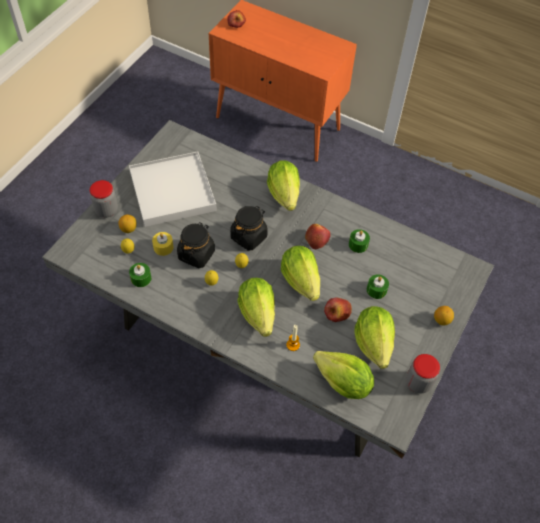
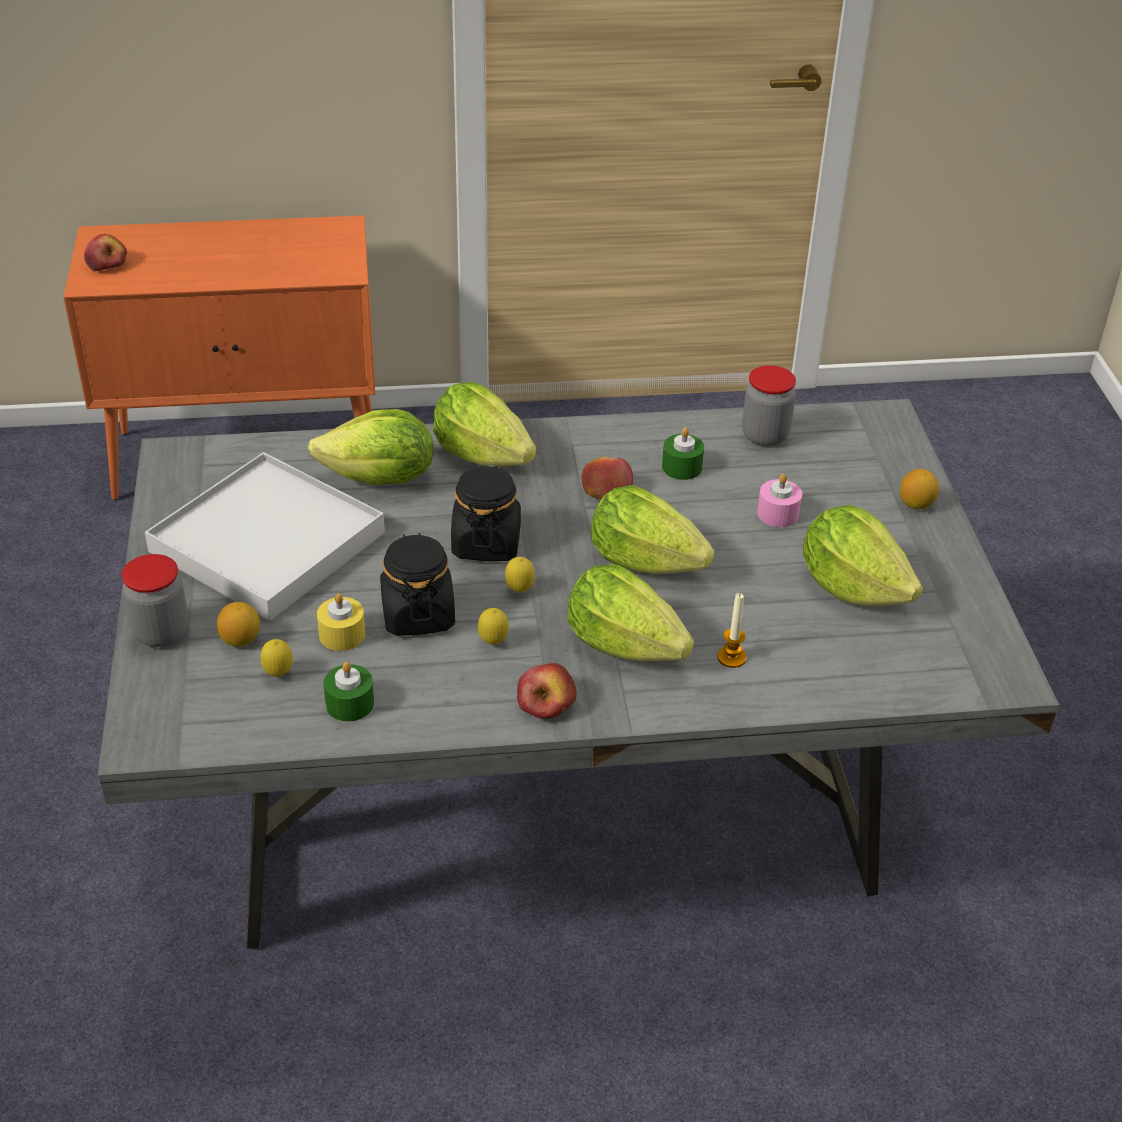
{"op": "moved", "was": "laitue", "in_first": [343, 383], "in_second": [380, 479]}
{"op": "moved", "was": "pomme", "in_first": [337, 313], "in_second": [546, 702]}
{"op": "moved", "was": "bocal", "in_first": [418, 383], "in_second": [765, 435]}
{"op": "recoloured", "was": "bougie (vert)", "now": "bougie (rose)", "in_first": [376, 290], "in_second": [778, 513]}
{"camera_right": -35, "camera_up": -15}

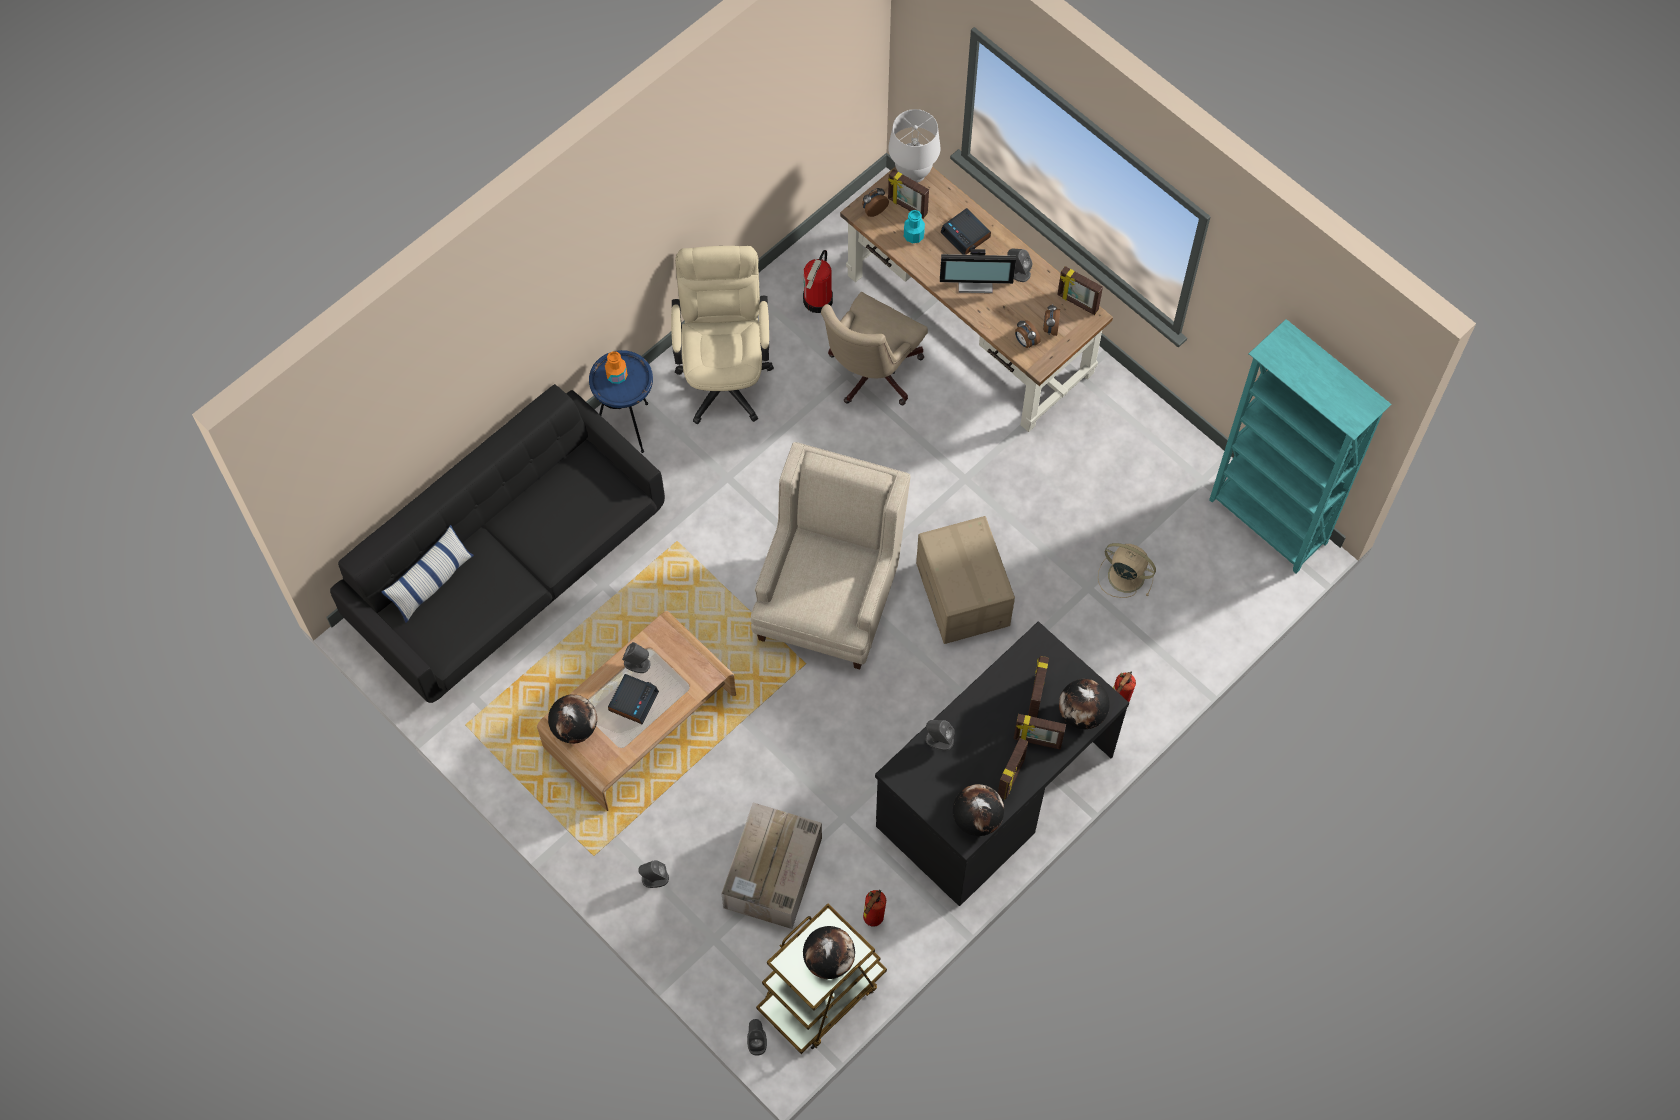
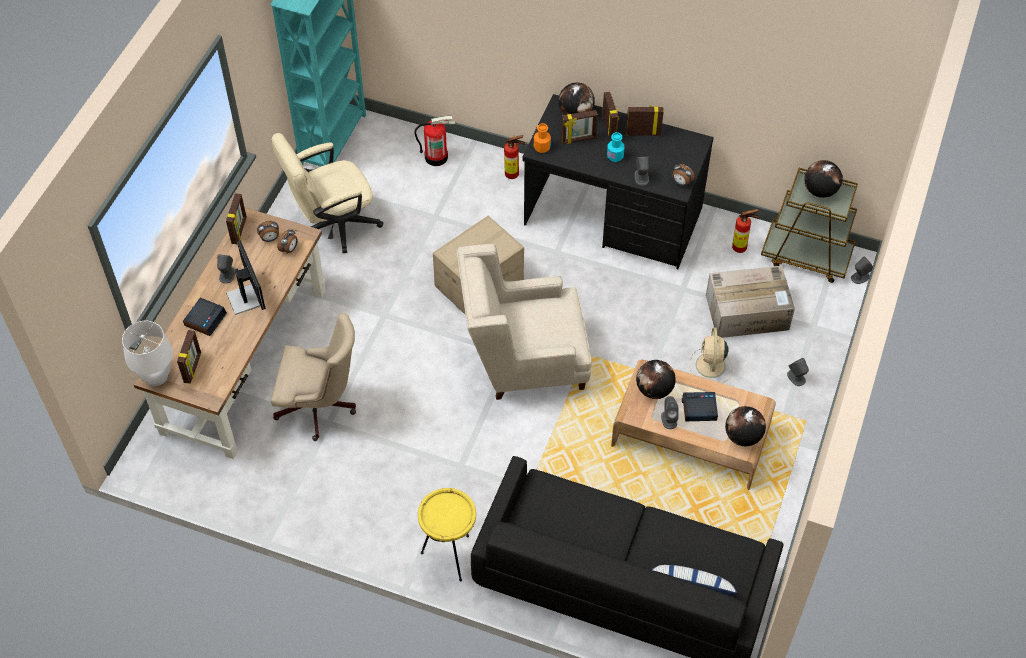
{"op": "moved", "was": "chaise de bureau (beige)", "in_first": [724, 373], "in_second": [333, 225]}
{"op": "moved", "was": "extincteur", "in_first": [818, 300], "in_second": [436, 157]}
{"op": "recoloured", "was": "table d'appoint (bleu)", "now": "table d'appoint (jaune)", "in_first": [629, 426], "in_second": [449, 556]}
{"op": "moved", "was": "bouteille (orange)", "in_first": [617, 375], "in_second": [542, 147]}
{"op": "moved", "was": "bouteille (turquoise)", "in_first": [913, 235], "in_second": [615, 156]}
{"op": "moved", "was": "globe", "in_first": [976, 818], "in_second": [654, 390]}
{"op": "moved", "was": "réveil", "in_first": [874, 210], "in_second": [681, 183]}
{"op": "moved", "was": "ventilateur (beige)", "in_first": [1124, 575], "in_second": [710, 366]}
{"camera_right": -115, "camera_up": -10}

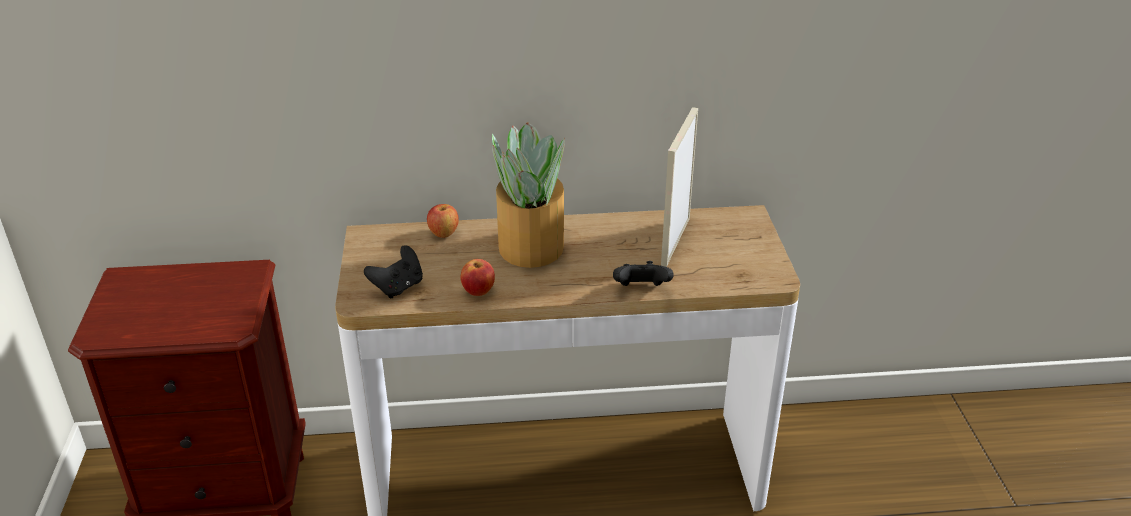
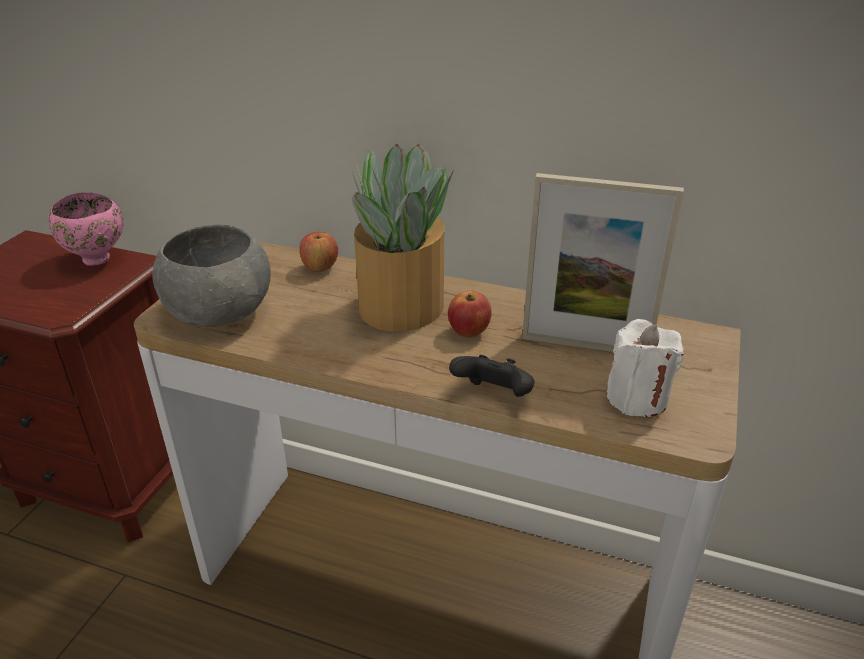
{"op": "added", "now": "bol (rose)", "in_second": [97, 260]}
{"op": "replaced", "was": "manette (noir)", "now": "bol (gris)", "in_first": [398, 287], "in_second": [219, 313]}
{"op": "moved", "was": "pomme", "in_first": [478, 291], "in_second": [469, 332]}
{"op": "turned", "was": "cadre photo", "in_first": [675, 241], "in_second": [585, 345], "clockwise": -120}
{"op": "added", "now": "bougie (blanc)", "in_second": [637, 398]}
{"camera_right": 25, "camera_up": 0}

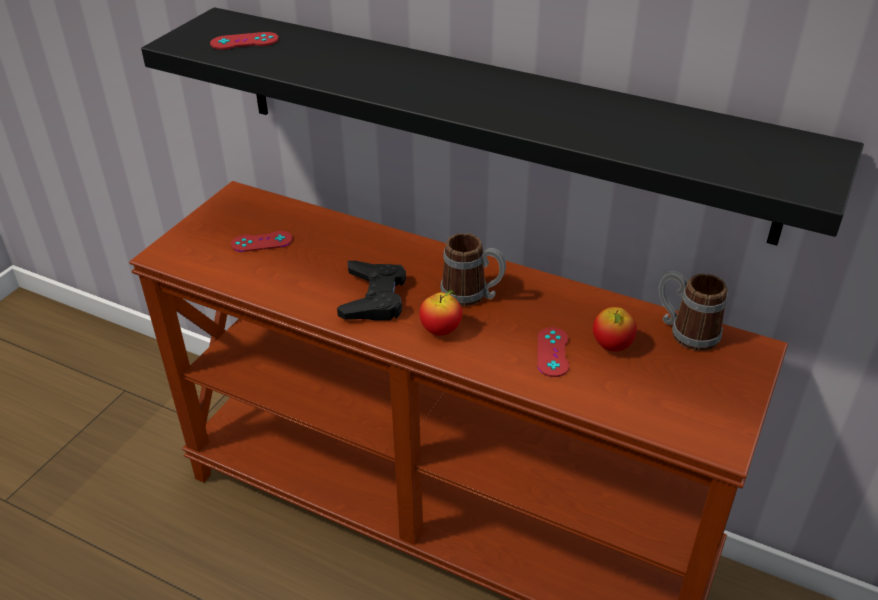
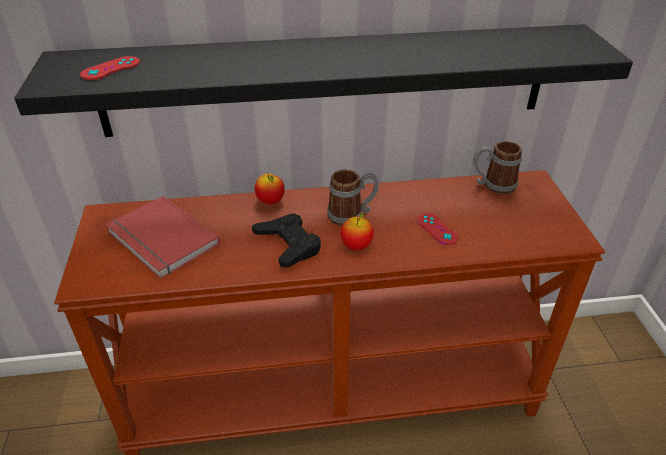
{"op": "replaced", "was": "manette (rouge)", "now": "livre (rouge)", "in_first": [261, 242], "in_second": [160, 240]}
{"op": "moved", "was": "pomme", "in_first": [612, 346], "in_second": [270, 201]}
{"camera_right": -35, "camera_up": 0}

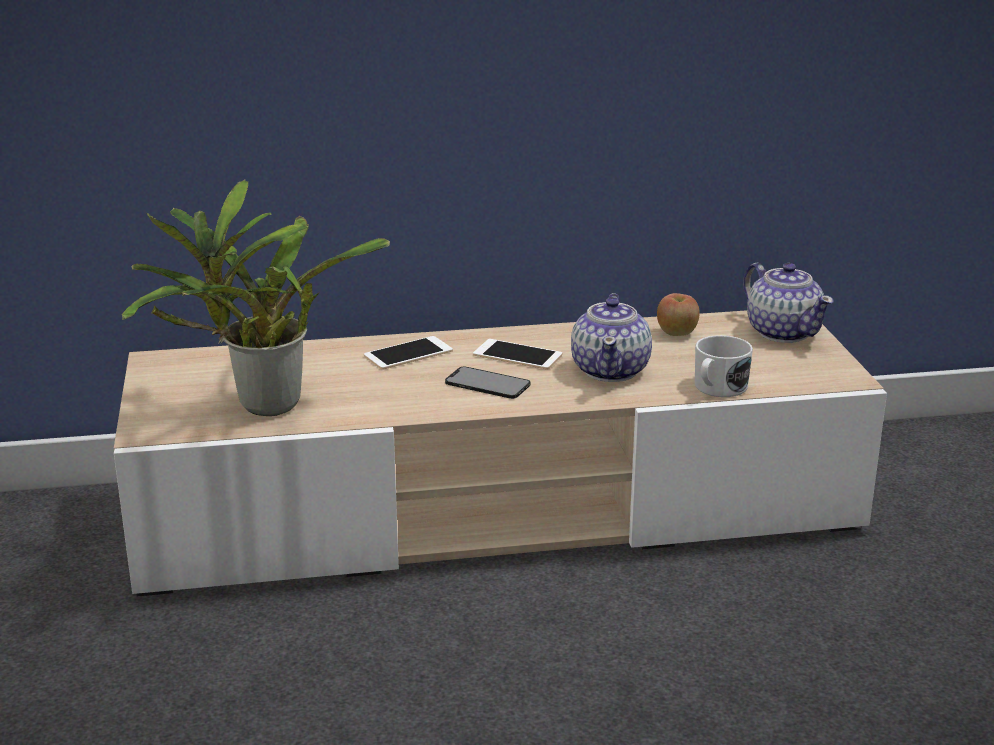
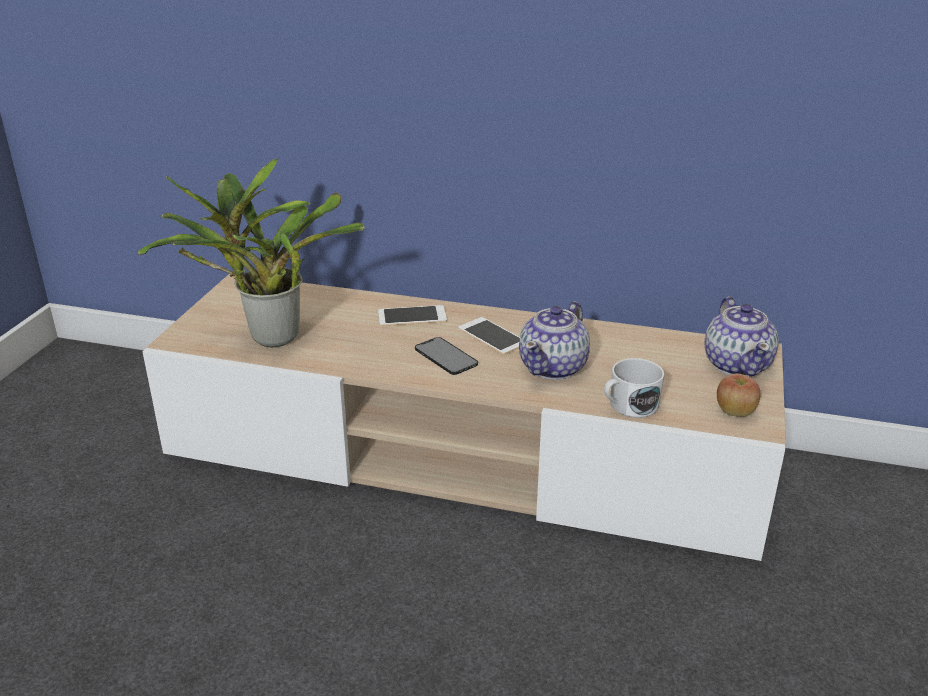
{"op": "moved", "was": "pomme", "in_first": [677, 333], "in_second": [735, 413]}
{"camera_right": 25, "camera_up": 5}

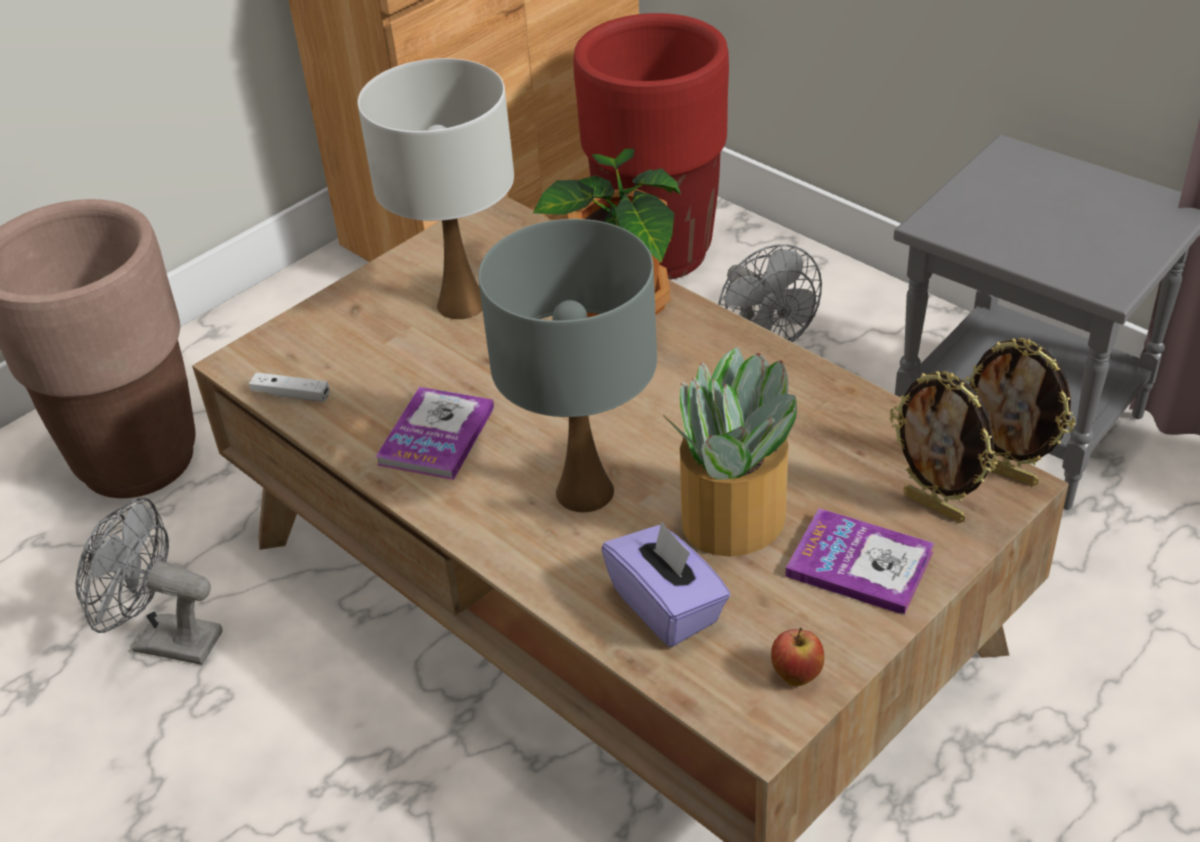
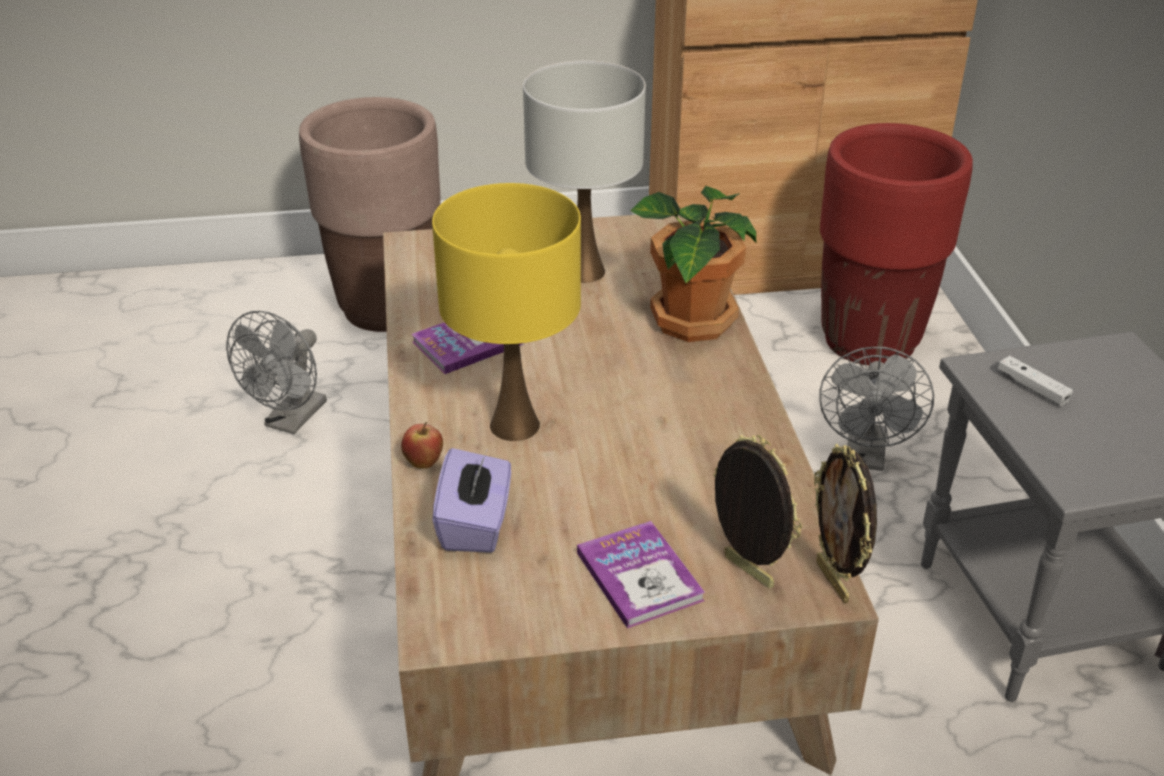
{"op": "turned", "was": "ventilateur (gris)", "in_first": [165, 641], "in_second": [291, 421], "clockwise": -120}
{"op": "moved", "was": "pomme", "in_first": [796, 676], "in_second": [424, 463]}
{"op": "recoloured", "was": "lampe de table (gris)", "now": "lampe de table (jaune)", "in_first": [584, 492], "in_second": [513, 425]}
{"op": "turned", "was": "cadre photo", "in_first": [935, 507], "in_second": [746, 572], "clockwise": 150}
{"op": "moved", "was": "manette (blanc)", "in_first": [291, 394], "in_second": [1032, 388]}
{"op": "removed", "was": "plante en pot", "in_first": [730, 520]}
{"camera_right": 35, "camera_up": -5}

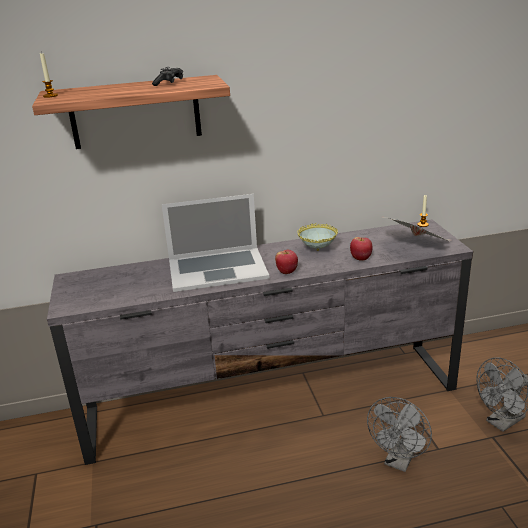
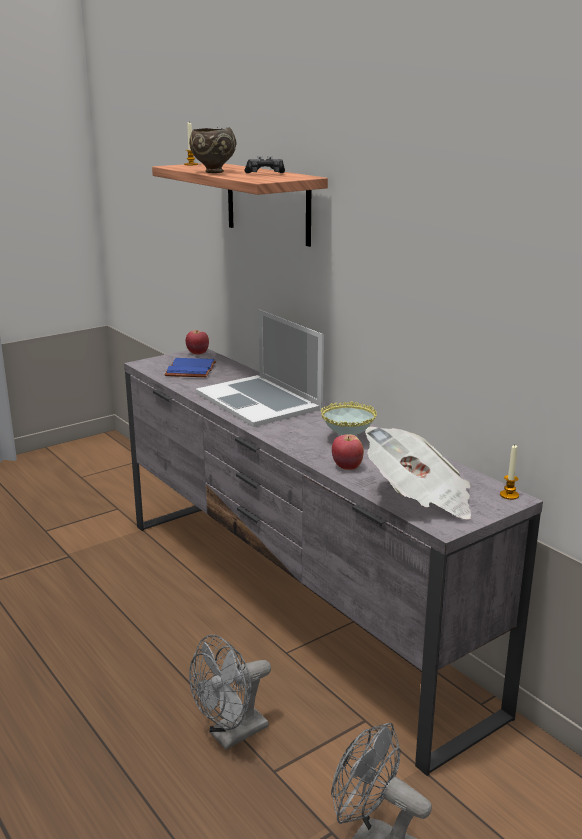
{"op": "added", "now": "livre (bleu)", "in_second": [189, 370]}
{"op": "moved", "was": "pomme", "in_first": [287, 272], "in_second": [197, 353]}
{"op": "added", "now": "bol (marron)", "in_second": [213, 172]}
{"op": "turned", "was": "ventilateur (gris)", "in_first": [399, 461], "in_second": [231, 735], "clockwise": -45}
{"camera_right": 65, "camera_up": -5}

